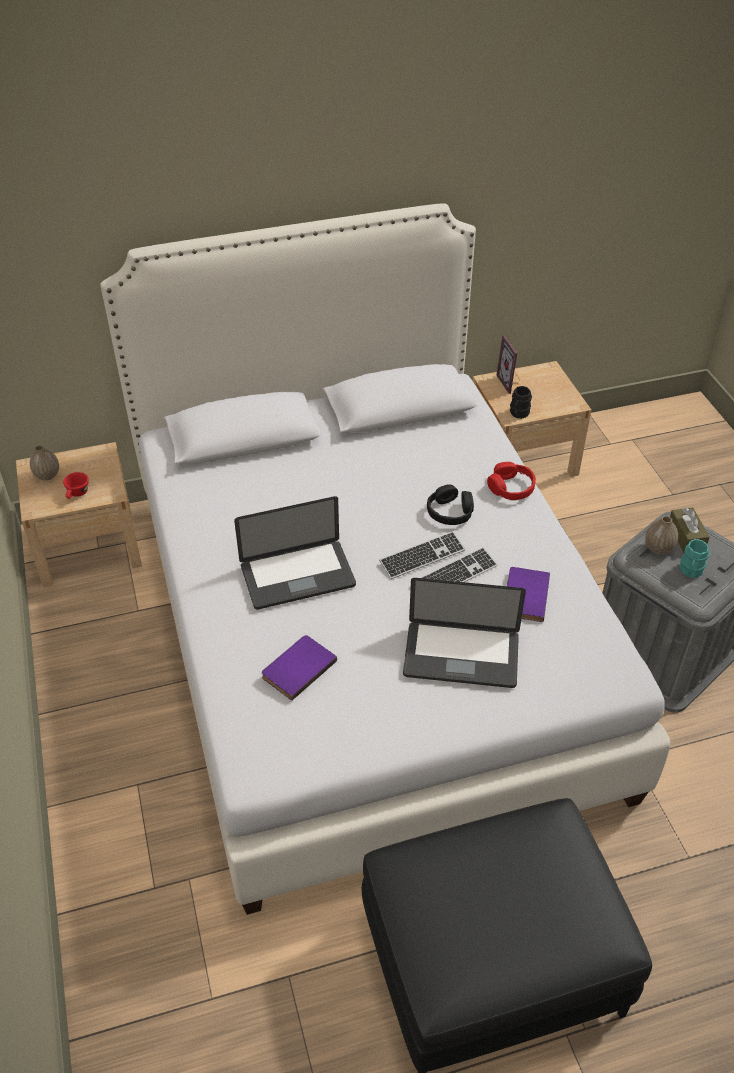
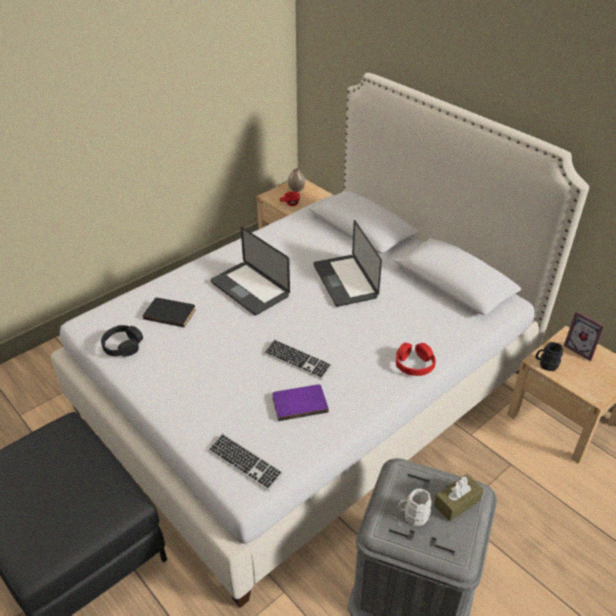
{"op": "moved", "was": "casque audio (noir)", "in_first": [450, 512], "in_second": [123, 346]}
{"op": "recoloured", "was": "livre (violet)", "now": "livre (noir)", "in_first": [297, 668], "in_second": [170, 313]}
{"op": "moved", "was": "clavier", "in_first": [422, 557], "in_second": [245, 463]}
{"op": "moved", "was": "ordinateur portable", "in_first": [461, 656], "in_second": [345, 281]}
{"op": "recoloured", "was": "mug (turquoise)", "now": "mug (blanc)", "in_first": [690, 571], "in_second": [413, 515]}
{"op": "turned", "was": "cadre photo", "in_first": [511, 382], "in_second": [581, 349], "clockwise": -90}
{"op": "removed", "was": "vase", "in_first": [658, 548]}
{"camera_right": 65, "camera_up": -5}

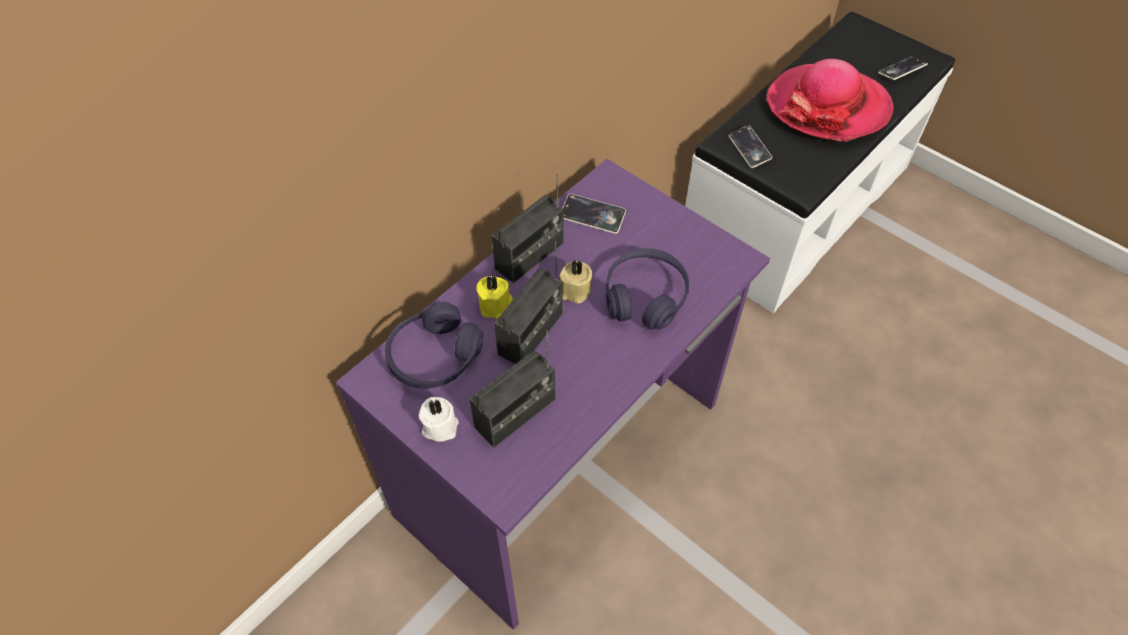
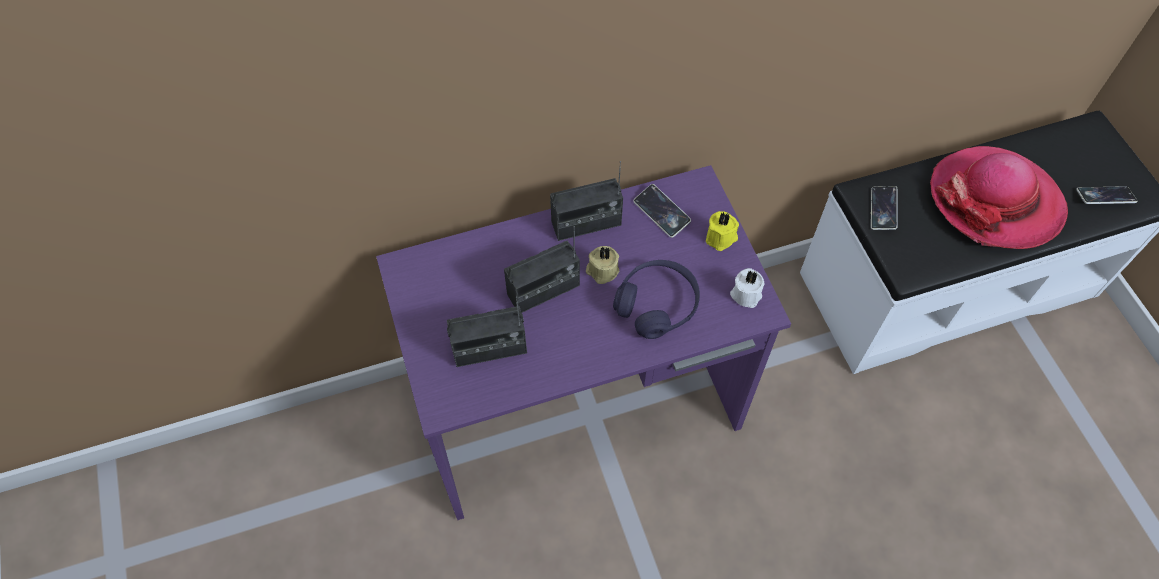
{"op": "moved", "was": "bougie (jaune)", "in_first": [496, 305], "in_second": [721, 238]}
{"op": "moved", "was": "bougie (blanc)", "in_first": [439, 425], "in_second": [746, 293]}
{"op": "removed", "was": "casque audio (violet)", "in_first": [434, 357]}
{"camera_right": 30, "camera_up": 5}

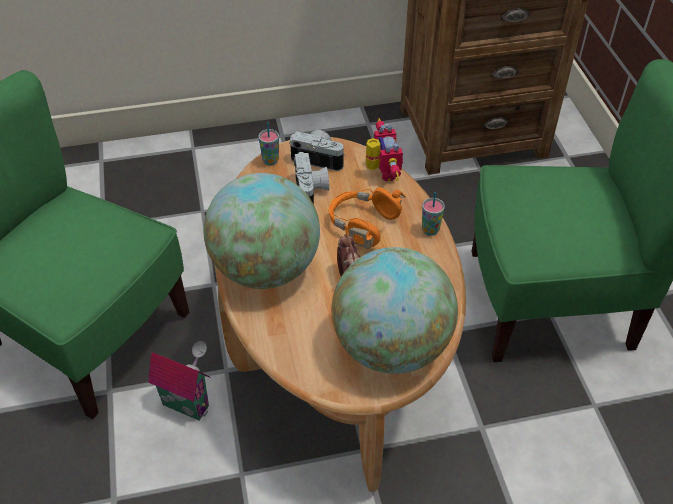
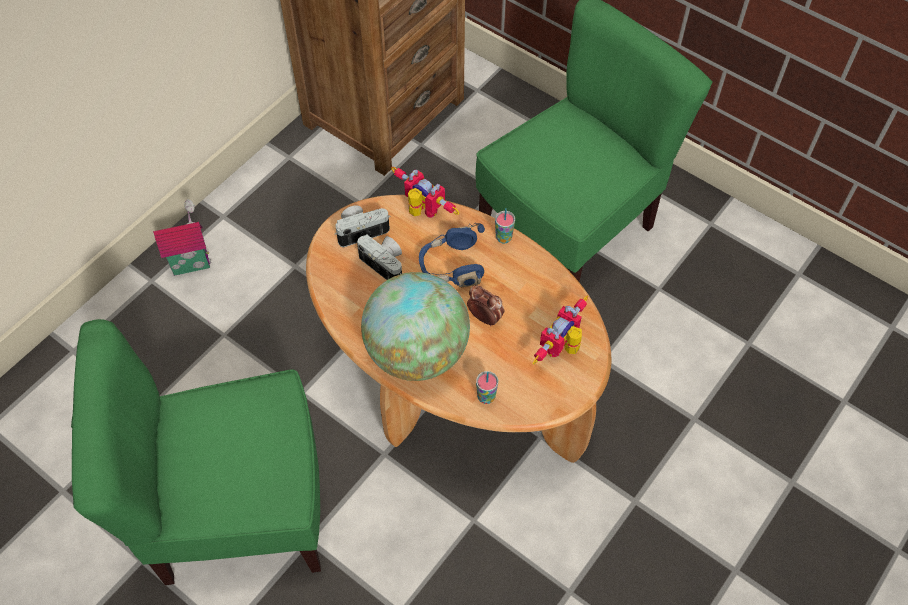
{"op": "moved", "was": "maison miniature", "in_first": [188, 403], "in_second": [191, 263]}
{"op": "recoloured", "was": "casque audio (orange)", "now": "casque audio (bleu)", "in_first": [362, 225], "in_second": [451, 266]}
{"op": "moved", "was": "tasse", "in_first": [270, 160], "in_second": [486, 397]}
{"op": "replaced", "was": "globe", "now": "robot jouet", "in_first": [391, 347], "in_second": [562, 348]}
{"camera_right": -40, "camera_up": 10}

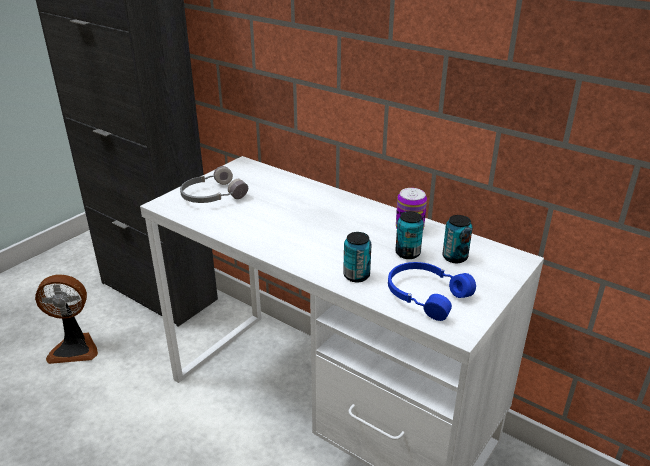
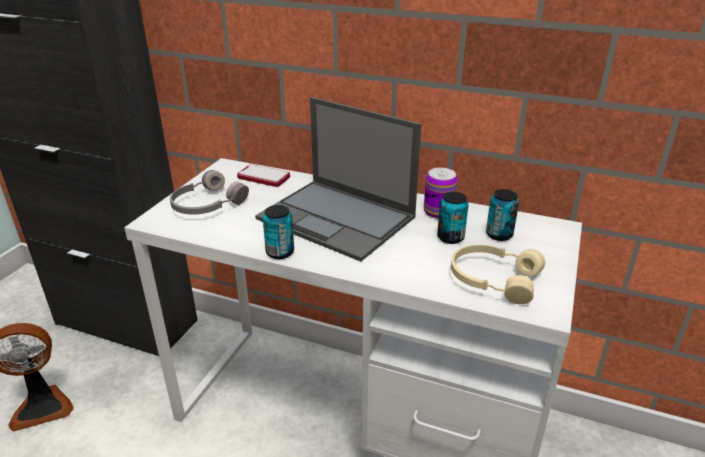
{"op": "added", "now": "téléphone", "in_second": [263, 177]}
{"op": "added", "now": "ordinateur portable", "in_second": [338, 218]}
{"op": "moved", "was": "boîte métallique", "in_first": [356, 276], "in_second": [280, 252]}
{"op": "recoloured", "was": "casque audio (bleu)", "now": "casque audio (beige)", "in_first": [426, 295], "in_second": [493, 279]}
{"camera_right": -15, "camera_up": 0}

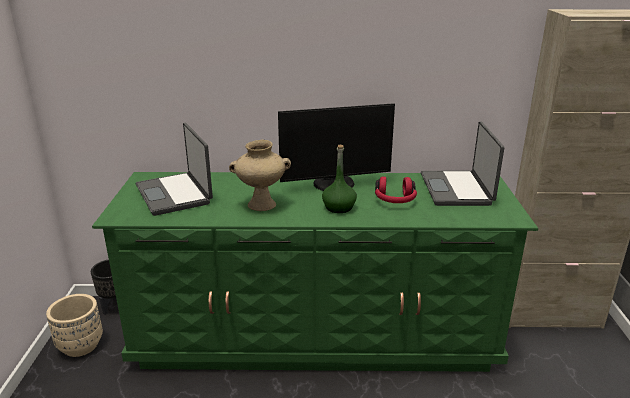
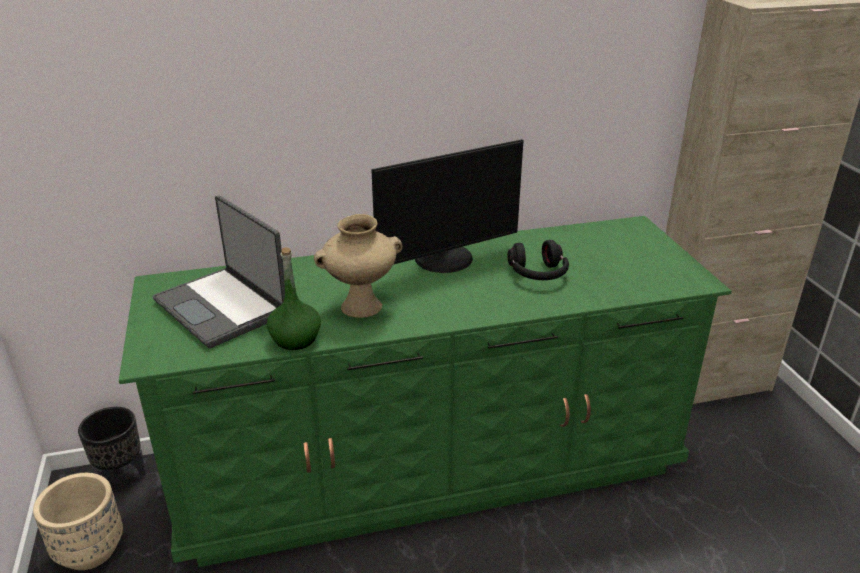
{"op": "moved", "was": "bouteille (vert)", "in_first": [339, 207], "in_second": [296, 339]}
{"op": "recoloured", "was": "casque audio (rouge)", "now": "casque audio (noir)", "in_first": [395, 200], "in_second": [538, 274]}
{"op": "removed", "was": "ordinateur portable", "in_first": [457, 189]}
{"camera_right": -15, "camera_up": 5}

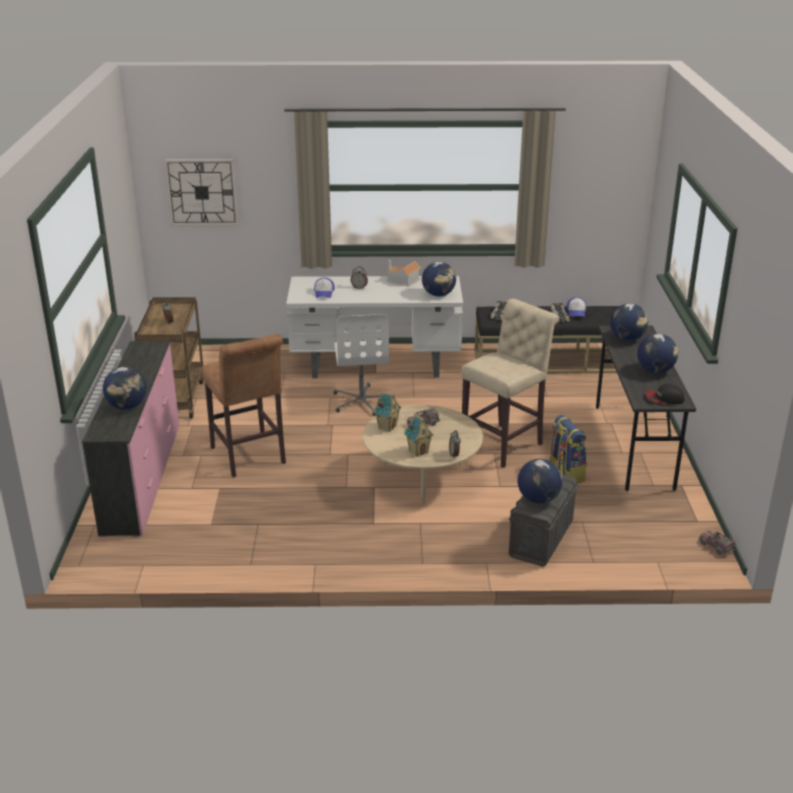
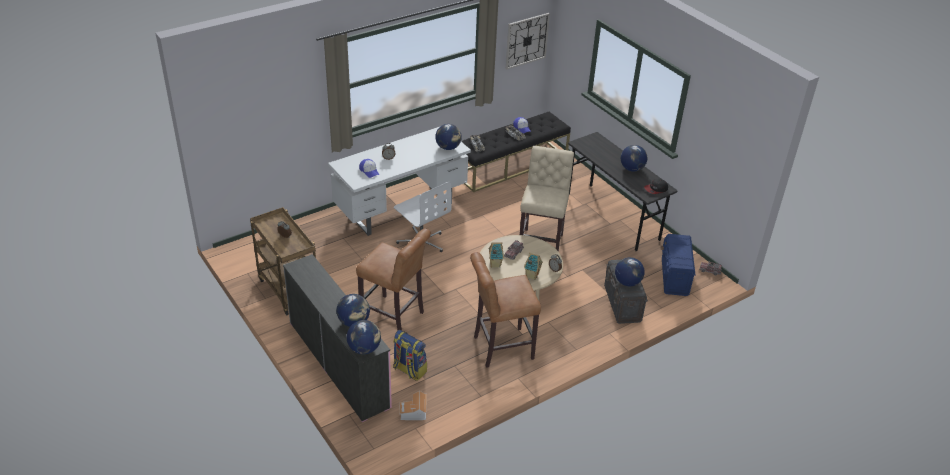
{"op": "moved", "was": "globe", "in_first": [627, 338], "in_second": [364, 349]}
{"op": "moved", "was": "sac à dos", "in_first": [564, 474], "in_second": [409, 370]}
{"op": "moved", "was": "maison miniature", "in_first": [402, 281], "in_second": [414, 413]}
{"op": "added", "now": "tabouret (marron)", "in_second": [500, 348]}
{"op": "moved", "was": "horloge murale", "in_first": [202, 192], "in_second": [526, 40]}
{"op": "added", "now": "boîte de rangement (bleu)", "in_second": [674, 277]}
{"camera_right": -35, "camera_up": 10}

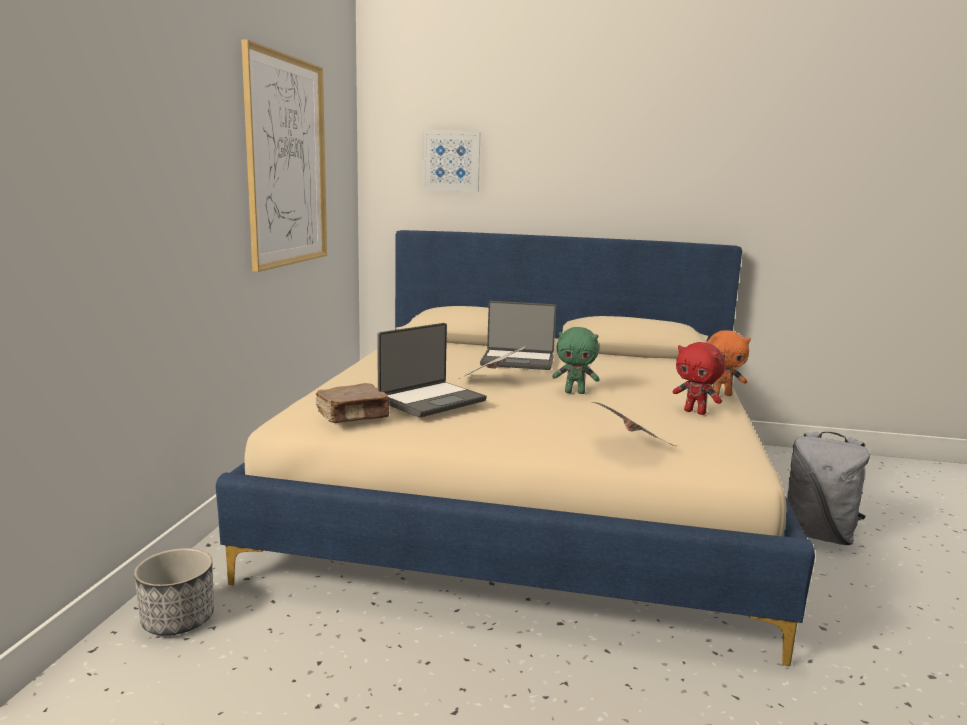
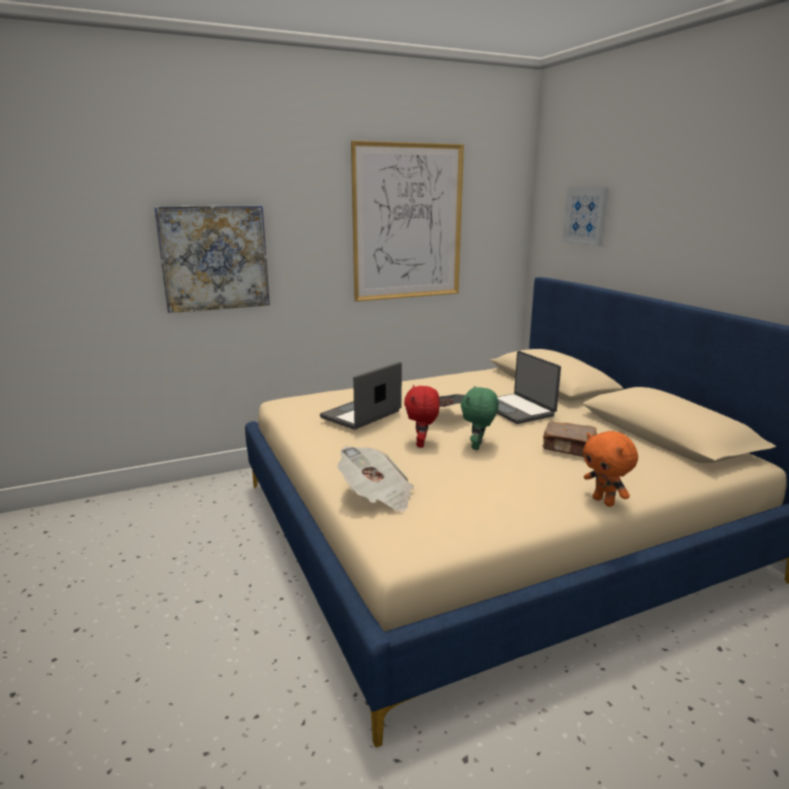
{"op": "added", "now": "tableau", "in_second": [214, 258]}
{"op": "turned", "was": "ordinateur portable", "in_first": [431, 400], "in_second": [362, 415], "clockwise": 120}
{"op": "moved", "was": "peluche (rouge)", "in_first": [695, 412], "in_second": [422, 444]}
{"op": "turned", "was": "peluche (vert)", "in_first": [575, 392], "in_second": [478, 446], "clockwise": 45}
{"op": "moved", "was": "livre (marron)", "in_first": [354, 416], "in_second": [569, 449]}
{"op": "removed", "was": "cache-pot", "in_first": [178, 619]}
{"op": "removed", "was": "sac à dos (gris)", "in_first": [818, 535]}
{"camera_right": 55, "camera_up": 5}

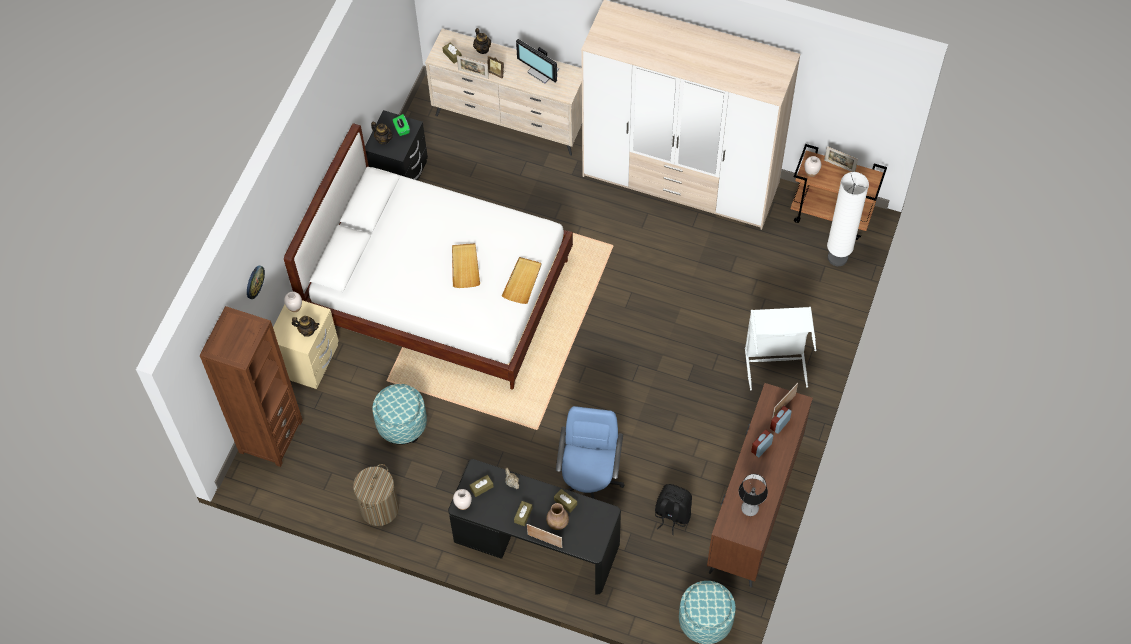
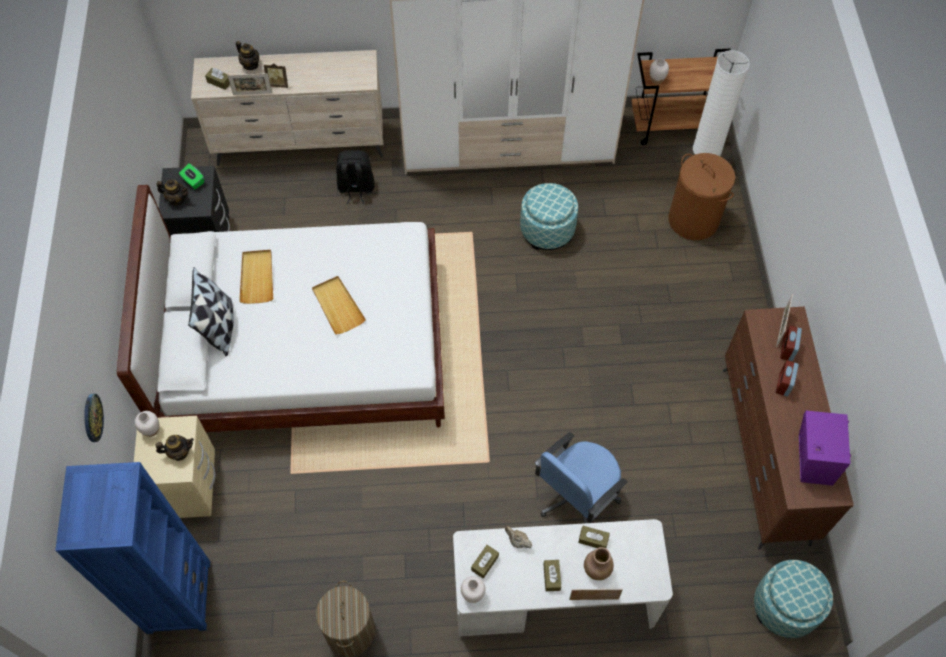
{"op": "recoloured", "was": "bibliothèque (marron)", "now": "bibliothèque (bleu)", "in_first": [270, 436], "in_second": [178, 597]}
{"op": "added", "now": "coussin", "in_second": [219, 327]}
{"op": "moved", "was": "plateau (beige)", "in_first": [522, 281], "in_second": [257, 277]}
{"op": "moved", "was": "sac à dos (noir)", "in_first": [672, 515], "in_second": [356, 188]}
{"op": "recoloured", "was": "bureau (noir)", "now": "bureau (blanc)", "in_first": [536, 544], "in_second": [554, 597]}
{"op": "moved", "was": "pouf", "in_first": [401, 424], "in_second": [547, 230]}
{"op": "turned", "was": "chaise de bureau (bleu)", "in_first": [589, 481], "in_second": [576, 497], "clockwise": -120}
{"op": "added", "now": "panier à linge (marron)", "in_second": [693, 220]}
{"op": "replaced", "was": "lampe de table", "now": "enceinte (violet)", "in_first": [750, 509], "in_second": [812, 460]}
{"op": "removed", "was": "écran d'ordinateur", "in_first": [542, 72]}
{"op": "removed", "was": "panier à linge (blanc)", "in_first": [775, 361]}
{"op": "removed", "was": "cadre photo", "in_first": [839, 166]}
{"camera_right": -25, "camera_up": 0}

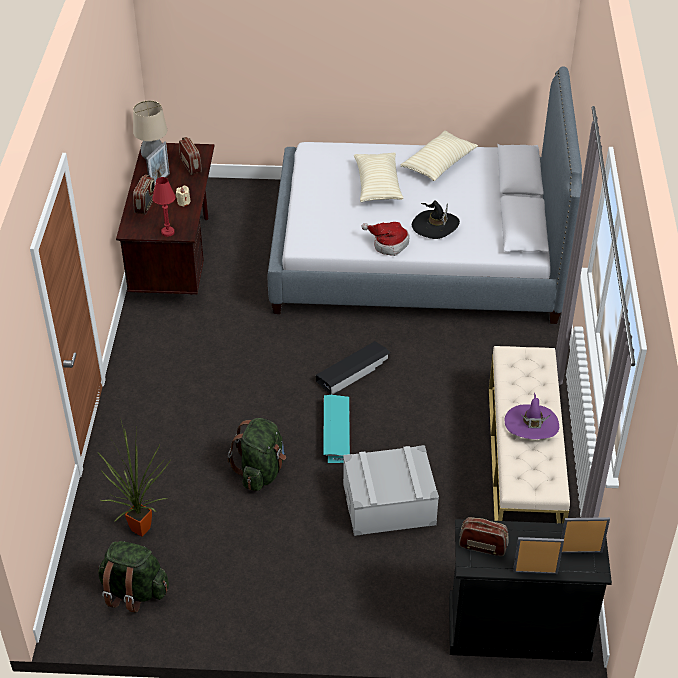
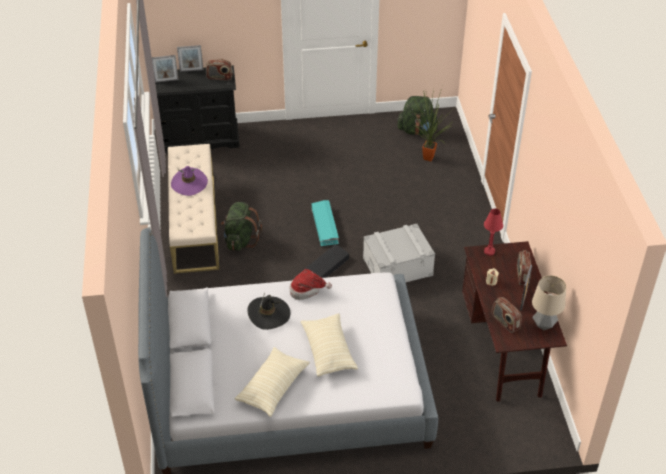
{"op": "moved", "was": "sac à dos (vert)", "in_first": [261, 471], "in_second": [240, 240]}
{"op": "moved", "was": "boîte de rangement (gris)", "in_first": [389, 504], "in_second": [397, 266]}
{"camera_right": 170, "camera_up": 0}

